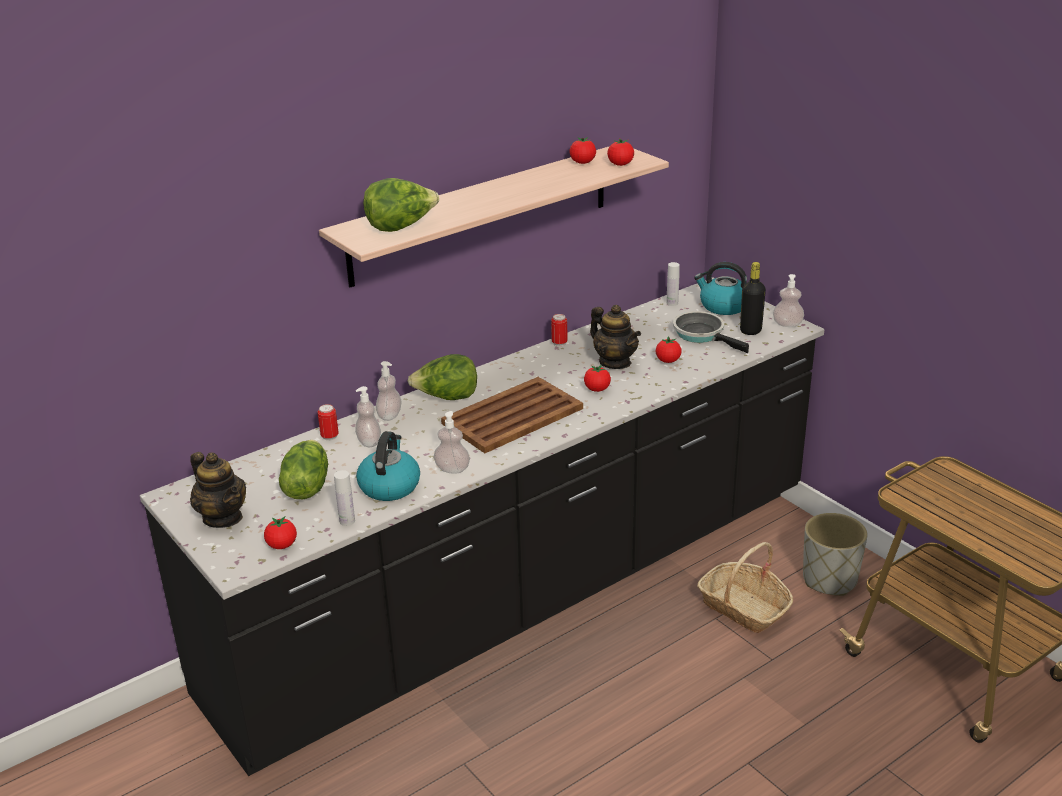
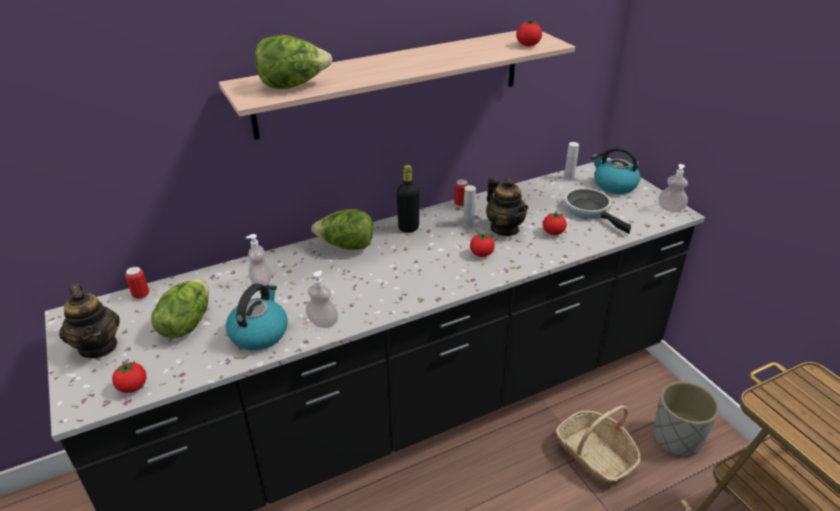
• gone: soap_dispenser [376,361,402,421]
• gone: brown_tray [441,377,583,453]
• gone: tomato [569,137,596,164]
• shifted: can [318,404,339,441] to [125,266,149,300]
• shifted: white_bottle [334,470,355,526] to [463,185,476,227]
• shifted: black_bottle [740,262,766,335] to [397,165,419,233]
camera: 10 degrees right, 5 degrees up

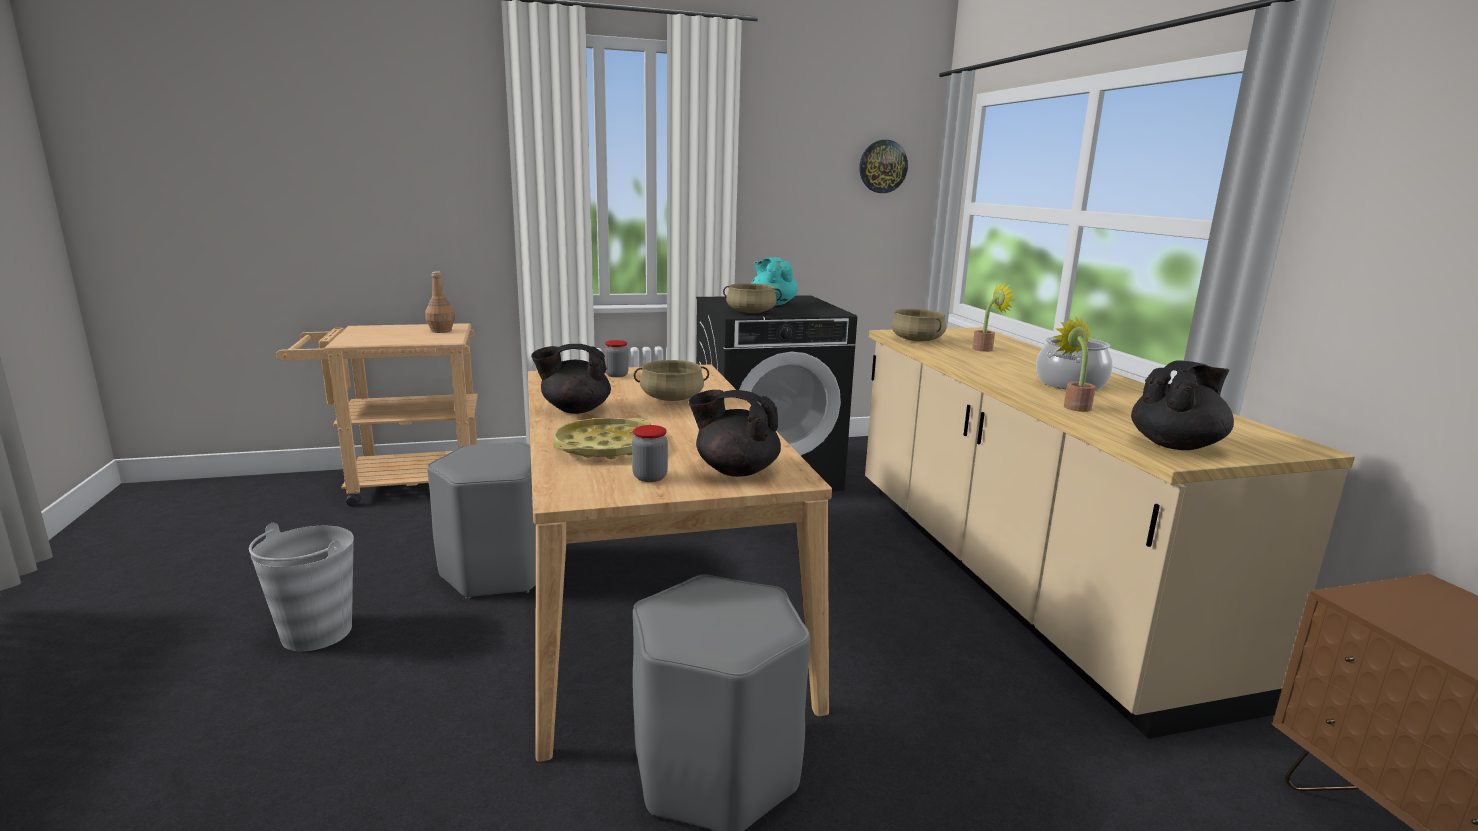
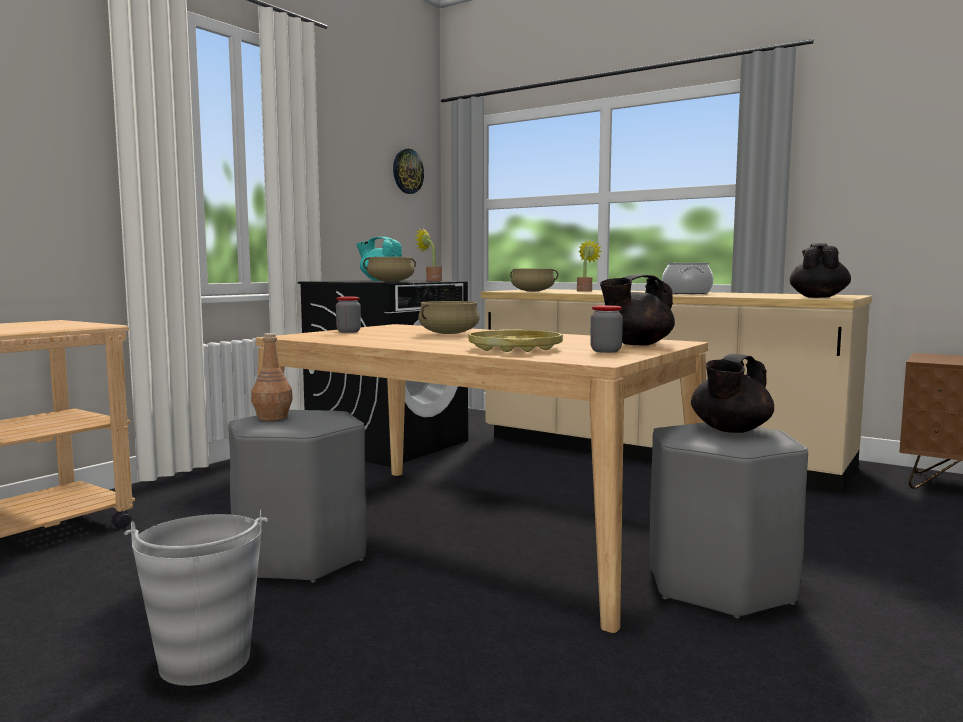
• shifted: brown_bottle [425,271,455,333] to [251,333,293,421]
• shifted: black_teapot [531,344,611,414] to [691,354,774,433]
• shifted: potted_plant [1053,317,1096,412] to [415,229,442,281]
camera: 40 degrees left, 10 degrees down

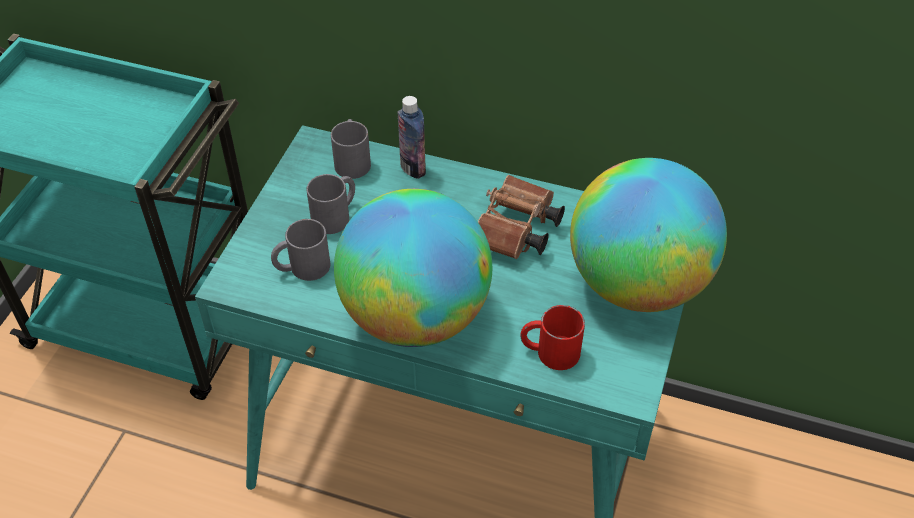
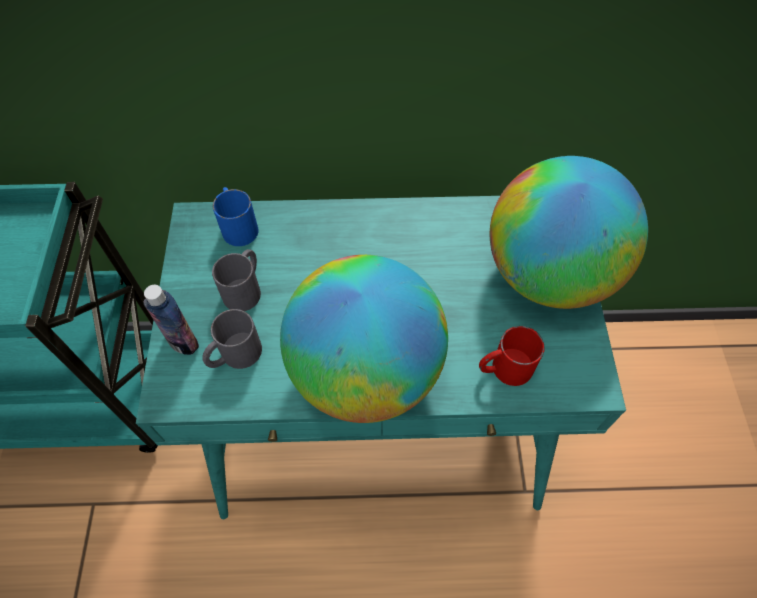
• gone: brown_binoculars [478,175,565,259]
• shifted: bottle [397,96,426,179] to [143,285,199,355]
• repainted: grey_mug [331,119,371,179] to blue_mug [213,187,258,246]
camera: 20 degrees left, 10 degrees up

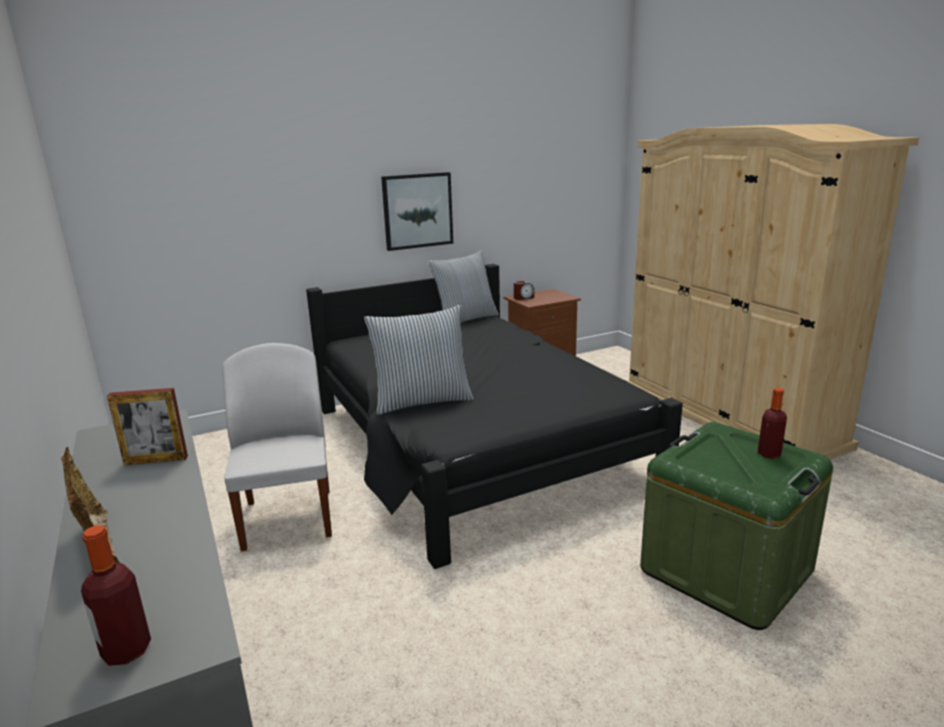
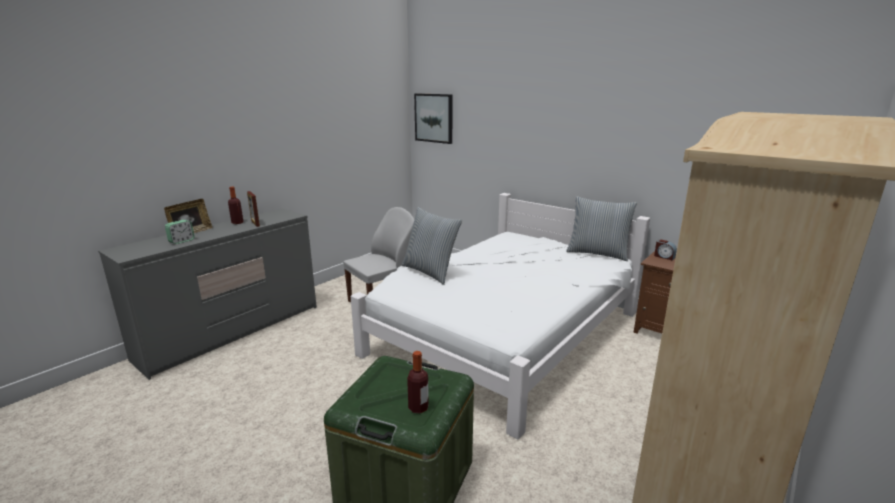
• new: alarm_clock [165,220,195,244]
• shifted: bottle [81,525,151,666] to [228,187,243,224]
• shifted: picture [381,172,453,251] to [414,93,452,144]
• repainted: black_bed [306,264,683,569] to white_bed [351,193,650,439]
camera: 65 degrees right, 0 degrees up

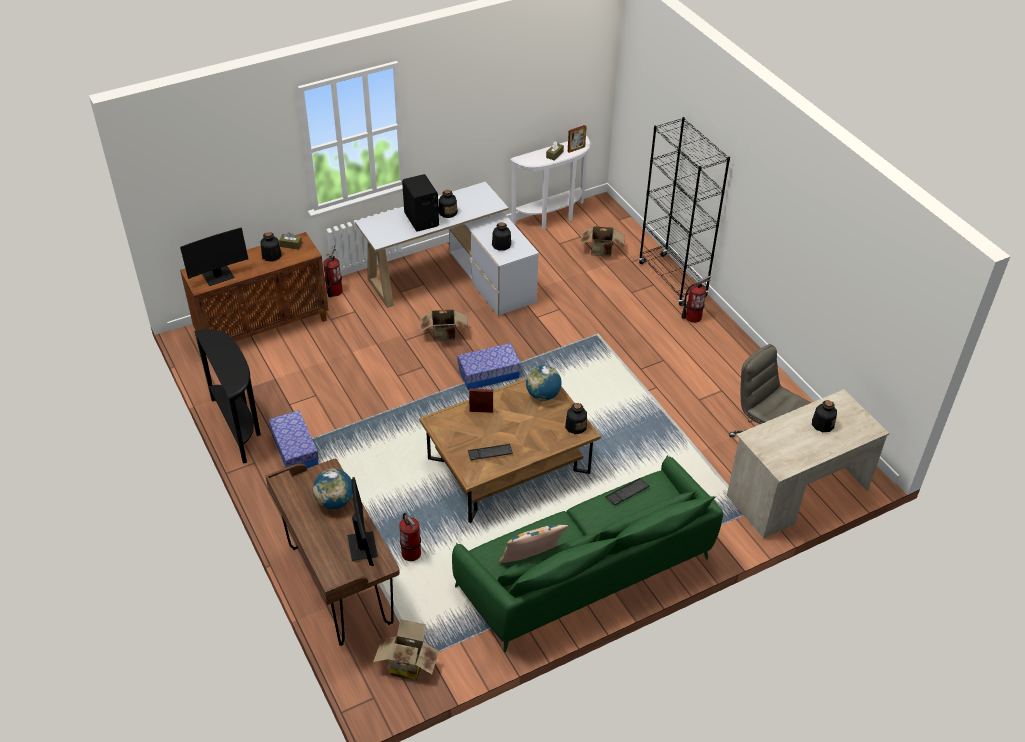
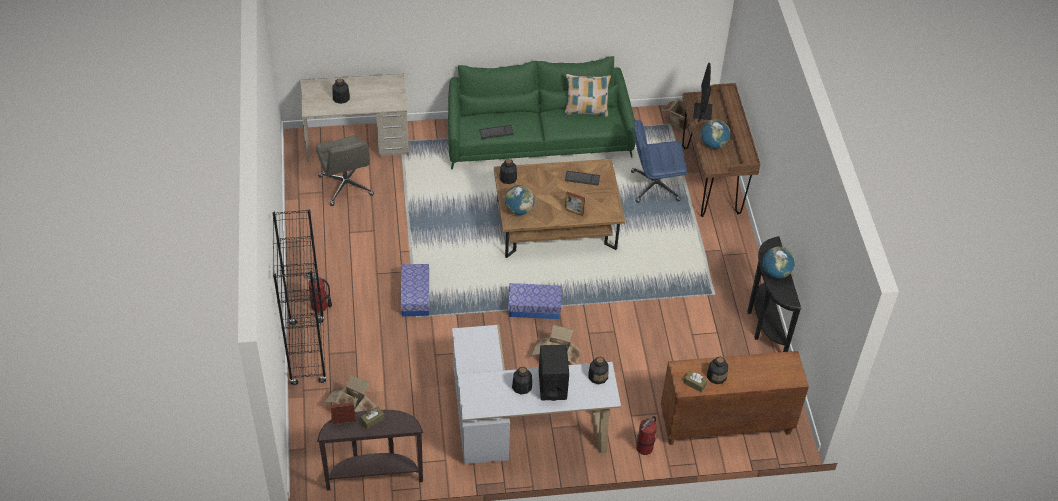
• gone: monitor [180,228,248,286]
• new: globe [763,247,795,279]
• shifted: storage_box [268,410,319,468] to [401,264,430,316]
• shifted: bottle [492,222,511,251] to [588,357,609,384]
• swapped: fire_extinguisher [399,513,421,561] to blue_office_chair [631,120,687,203]
• repainted: white_console_table [510,136,591,230] to brown_console_table [317,410,423,491]
camera: 160 degrees left, 5 degrees up

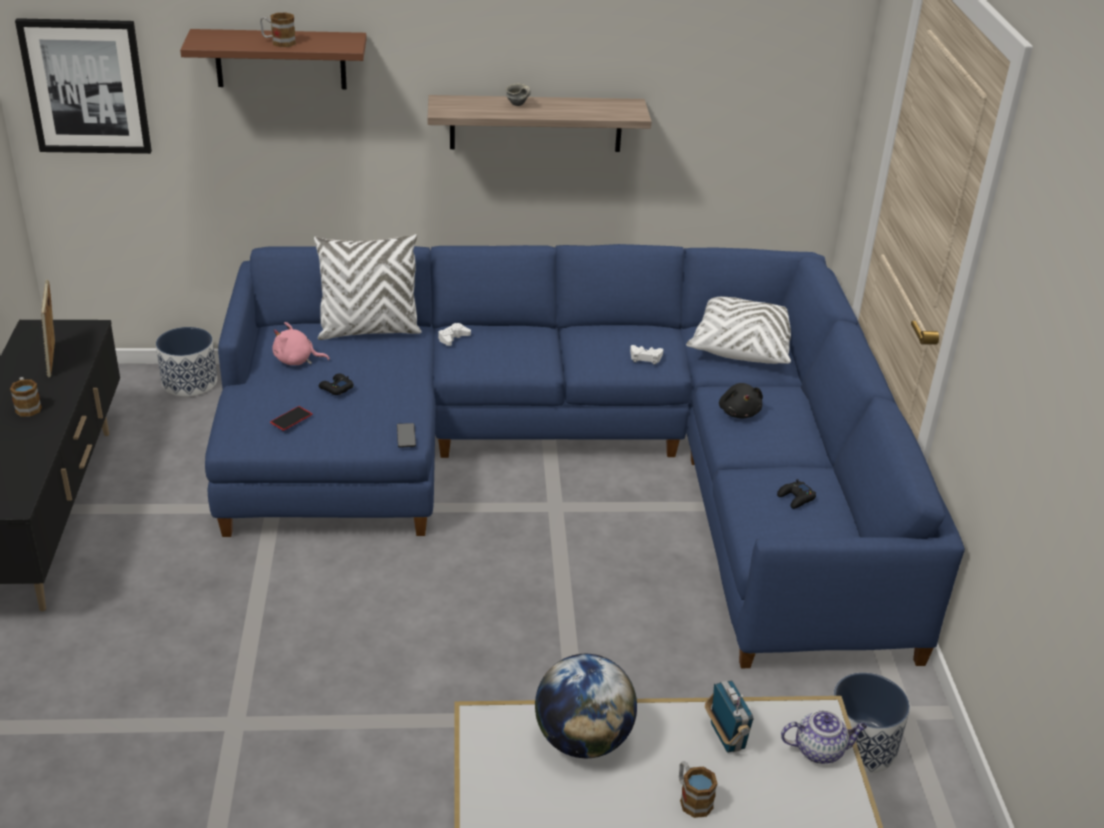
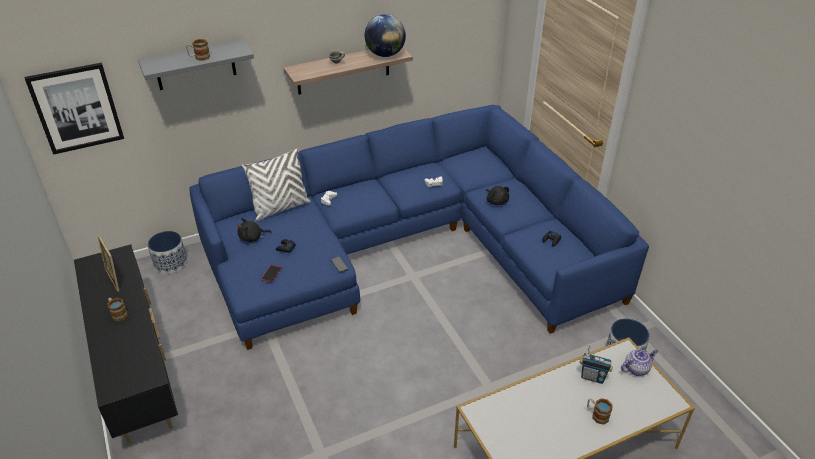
• gone: white_pillow [686,297,791,364]
• shifted: globe [535,654,637,758] to [365,14,406,57]
• repainted: brown_shelf [180,29,367,89] to grey_shelf [138,40,254,90]
• repainted: pink_plush_toy [273,322,330,365] to black_plush_toy [237,218,272,242]
• rotated: radio [705,680,753,753] = [579,344,613,384] 150 degrees clockwise
camera: 20 degrees left, 5 degrees up

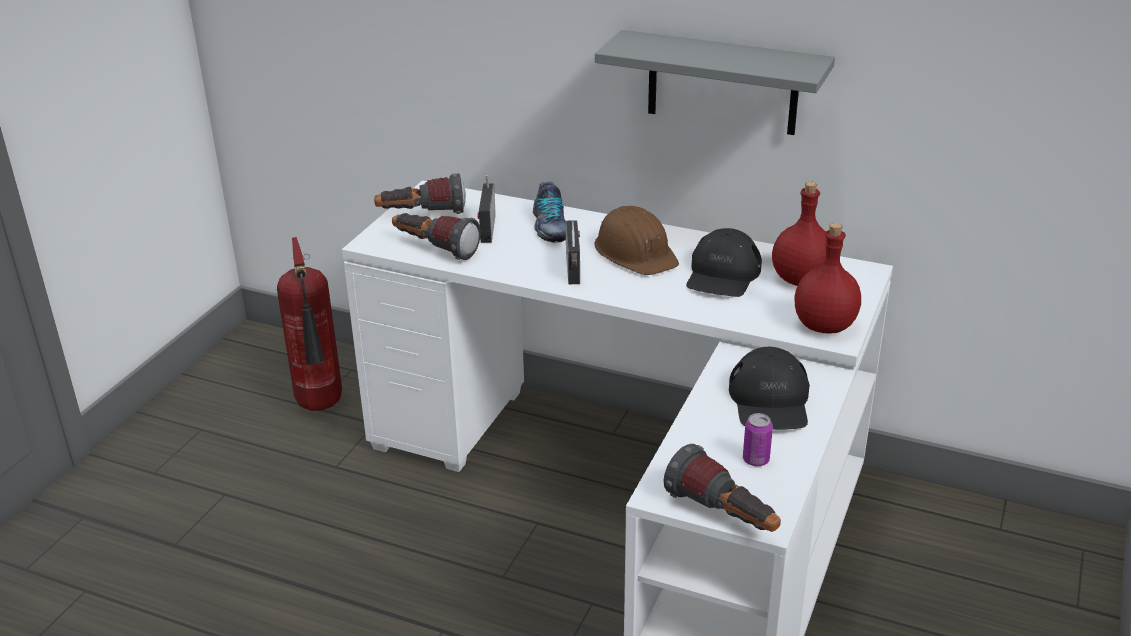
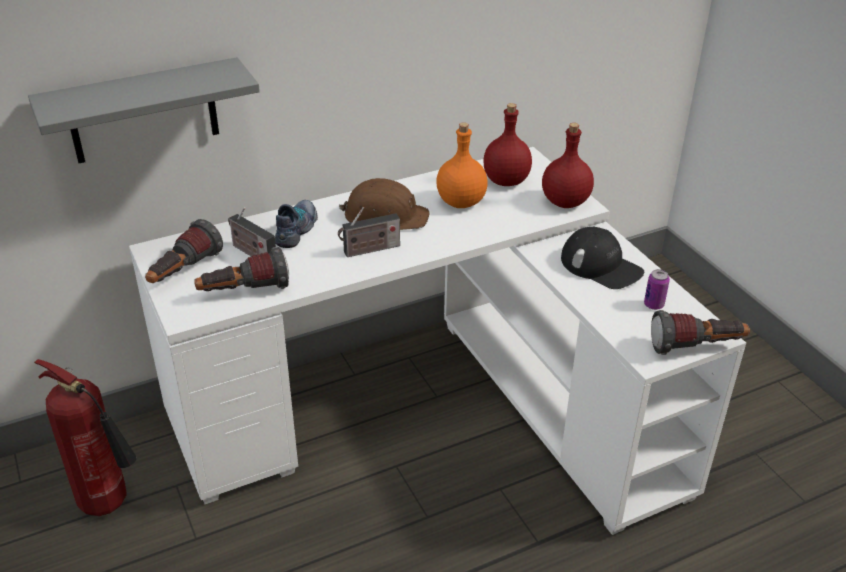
• shifted: grey_shelf [595,30,835,135] to [28,57,260,163]
• swapped: black_cap [686,228,762,297] to orange_bottle [436,122,488,208]
• rotated: shoe [533,181,566,243] = [275,200,318,248] 105 degrees counterclockwise
• rotated: radio [566,220,580,284] = [338,207,400,257] 120 degrees clockwise
camera: 50 degrees left, 5 degrees up

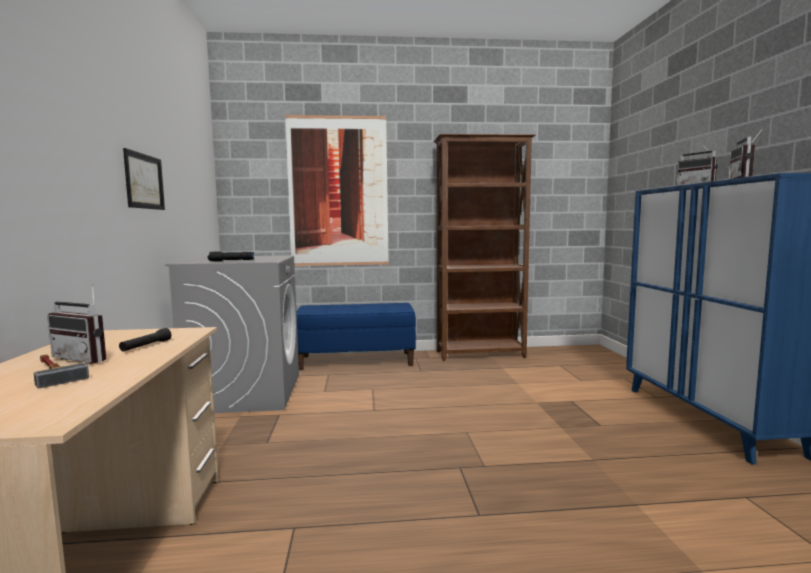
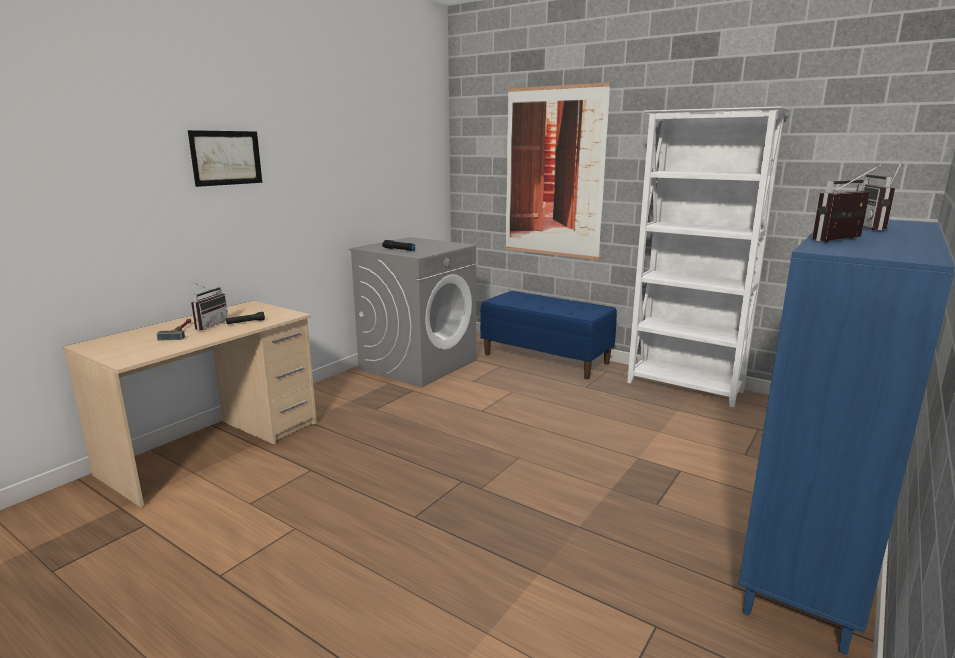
• shifted: picture [123,148,165,210] to [188,130,262,187]
• repainted: brown_bookcase [433,134,536,361] to white_bookcase [627,106,790,407]
• rotated: radio [47,284,106,364] = [191,282,228,330] 135 degrees counterclockwise
camera: 40 degrees right, 10 degrees up

